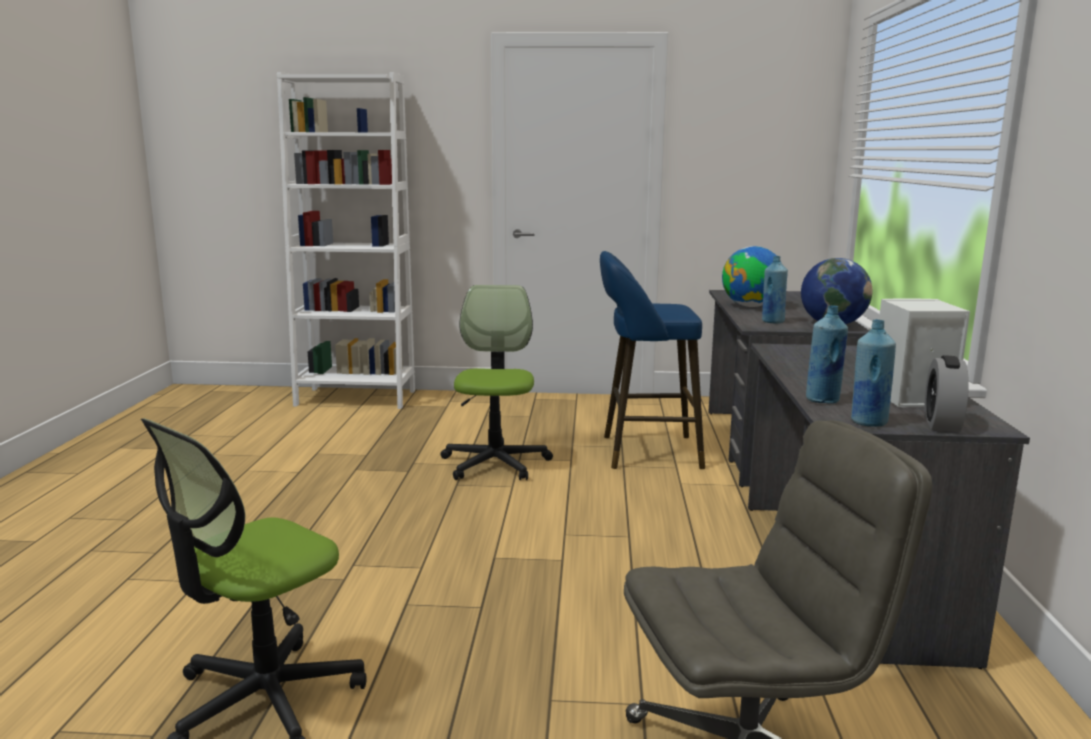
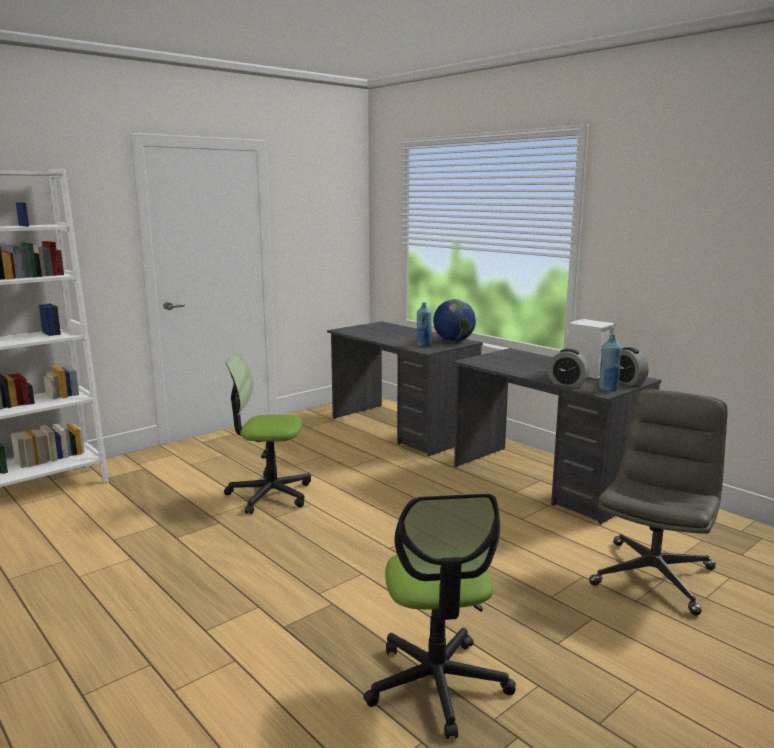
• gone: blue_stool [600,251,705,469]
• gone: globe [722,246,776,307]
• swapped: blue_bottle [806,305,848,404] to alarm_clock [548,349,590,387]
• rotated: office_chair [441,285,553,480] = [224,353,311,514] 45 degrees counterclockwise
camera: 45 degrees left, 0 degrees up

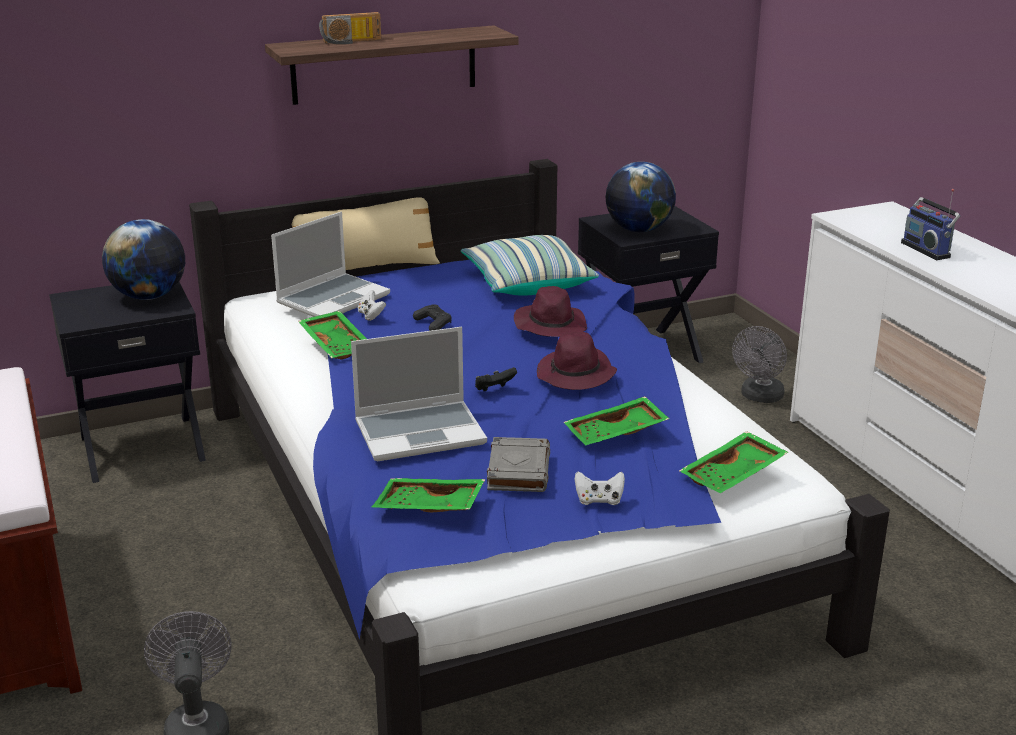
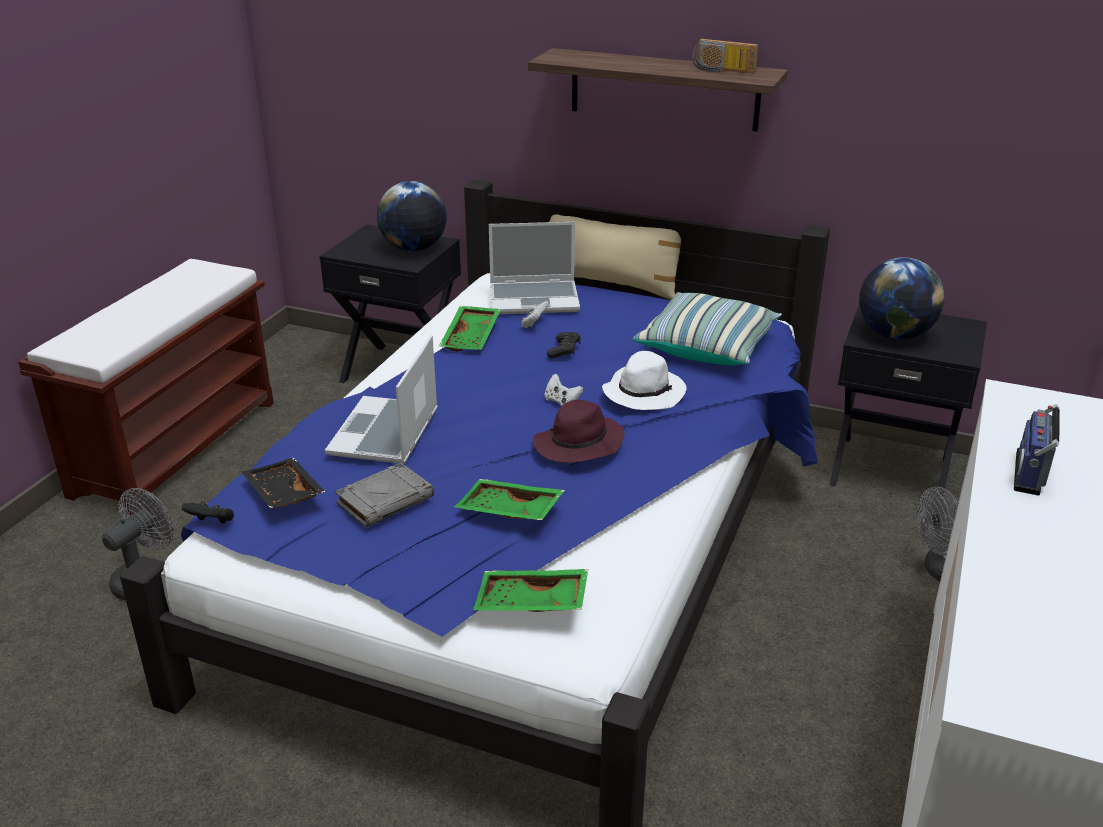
• shifted: radio [319,12,381,45] to [692,39,758,74]
• shifted: black_game_controller [475,367,517,392] to [182,501,234,524]
• shifted: white_game_controller [575,471,625,505] to [545,374,584,406]
• repainted: green_tray [372,478,485,512] to black_tray [241,458,325,508]
• repainted: purple_hat [514,286,587,337] to white_hat [602,351,687,410]
• rotated: laptop [351,327,487,461] = [325,335,438,464] 75 degrees clockwise
camera: 45 degrees right, 5 degrees up

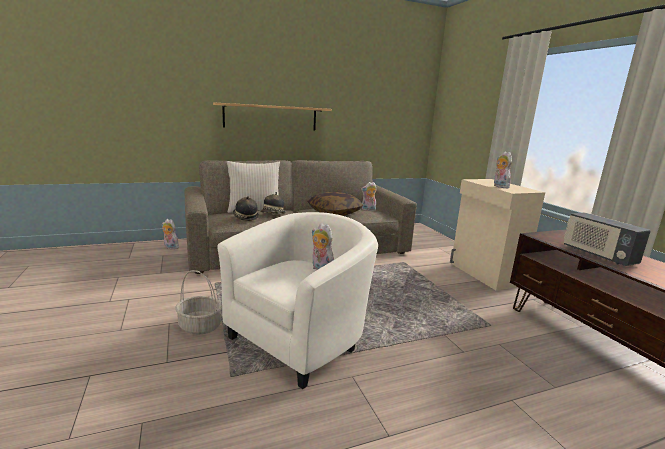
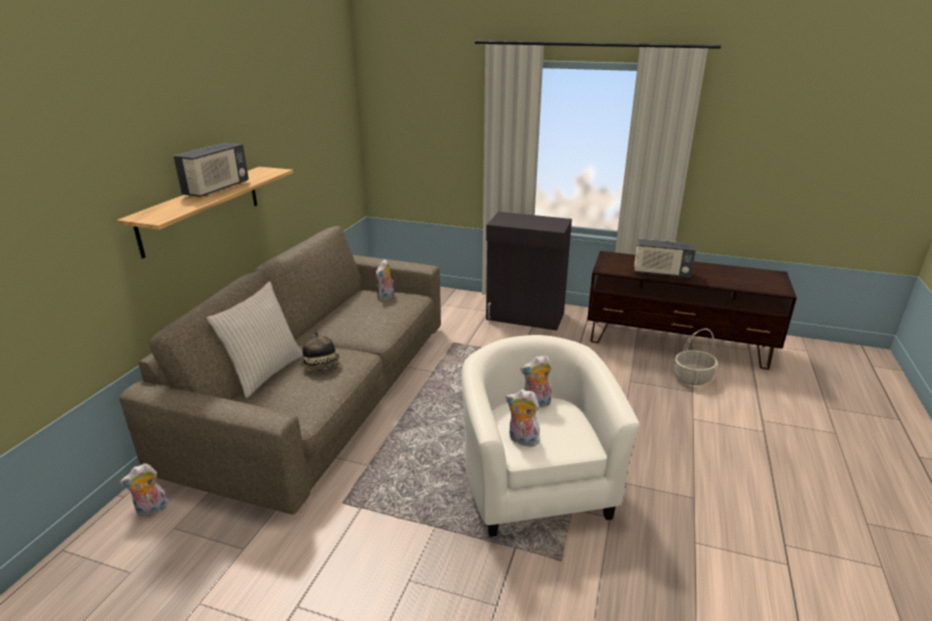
• gone: hat [233,196,259,221]
• gone: pillow [308,192,363,216]
• new: radio [174,143,249,197]
• shifted: basket [175,270,222,335] to [674,329,718,385]
• shifted: plush_toy [493,151,512,188] to [506,389,540,447]
• repainted: beige_cabinet [450,179,545,291] to black_cabinet [486,212,572,331]
camera: 50 degrees left, 10 degrees up

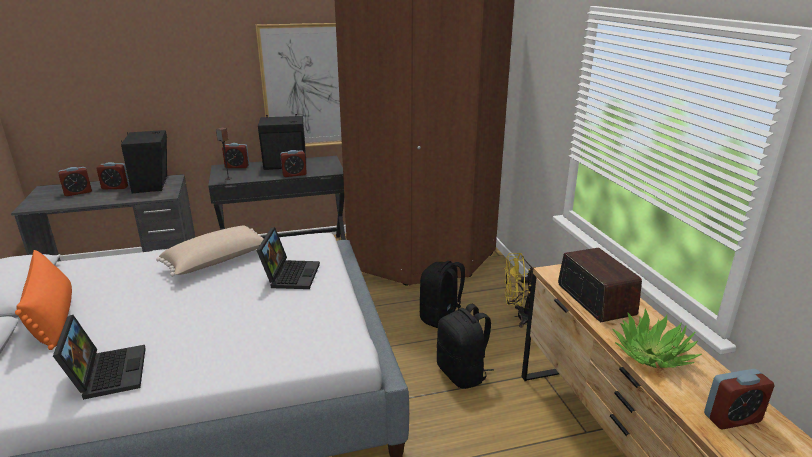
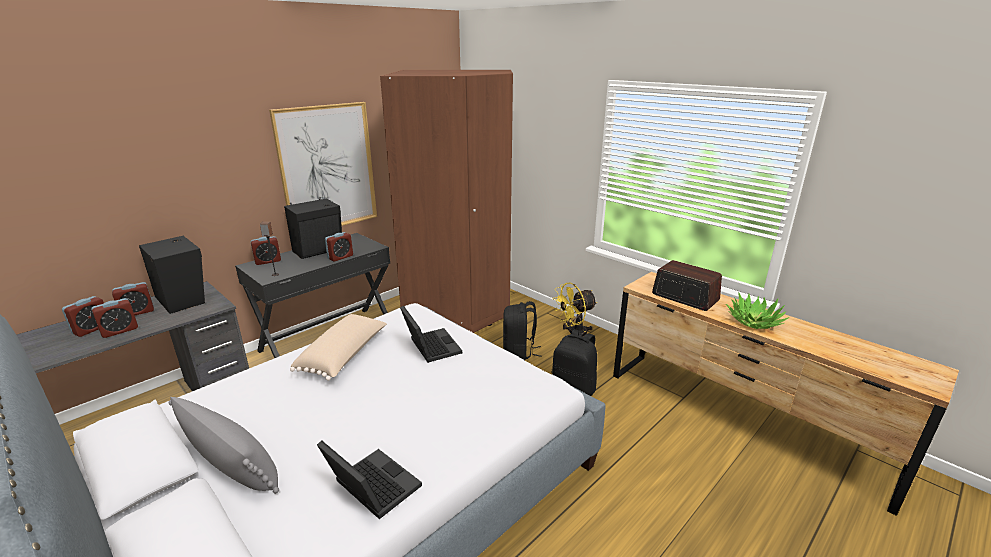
• shifted: alarm_clock [704,369,775,430] to [91,298,138,338]
• repainted: orange_pillow [15,250,72,350] to grey_pillow [168,397,279,494]
camera: 30 degrees left, 0 degrees up

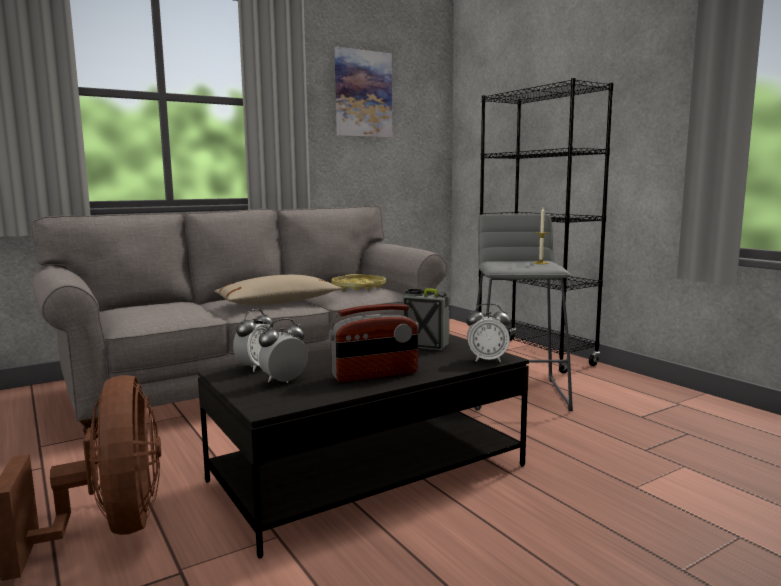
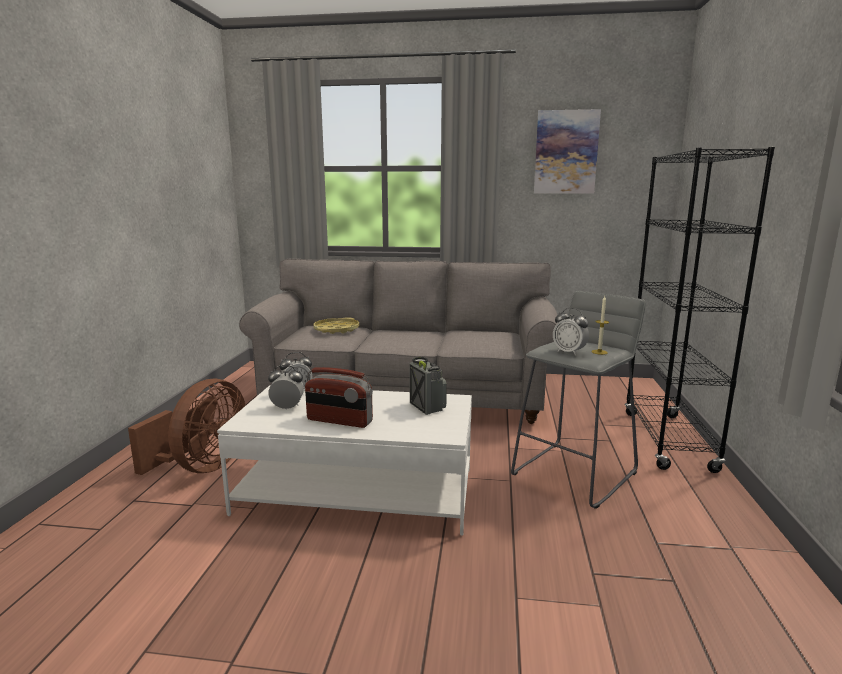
• gone: beige_pillow [214,275,342,305]
• shifted: yellow_tray [332,274,386,290] to [313,317,359,334]
• shifted: alarm_clock [466,303,511,362] to [553,308,589,355]
• repainted: black_coffee_table [197,334,529,558] to white_coffee_table [217,385,472,536]
camera: 40 degrees right, 5 degrees up

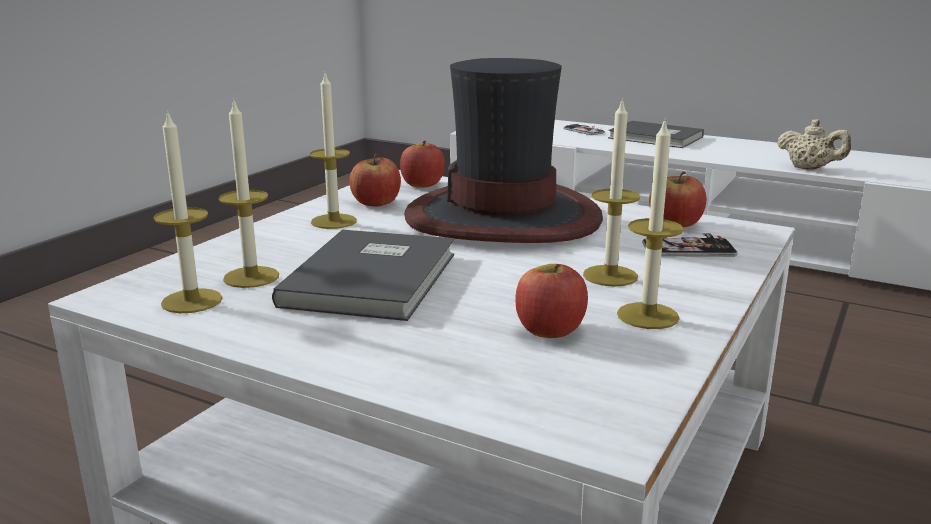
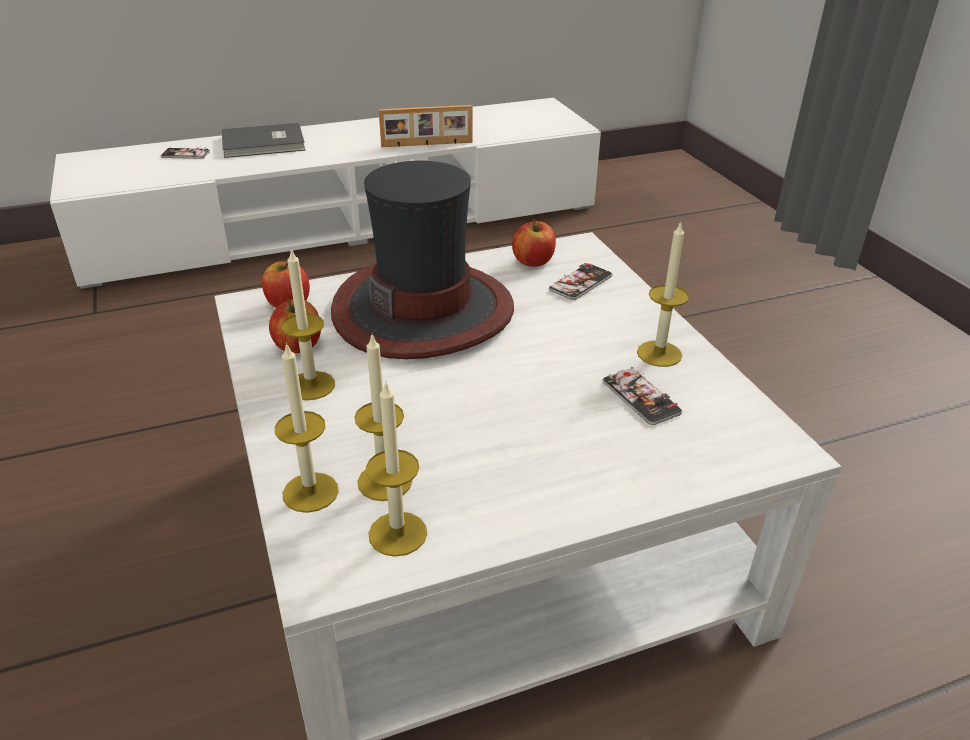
• gone: grey_book [272,230,454,321]
• shifted: candle [583,98,640,287] to [275,342,339,513]
• swapped: apple [516,264,588,338] to phone [603,367,682,425]
• swapped: beige_teapot [777,119,851,170] to picture_frame [379,105,472,147]
camera: 50 degrees left, 15 degrees up

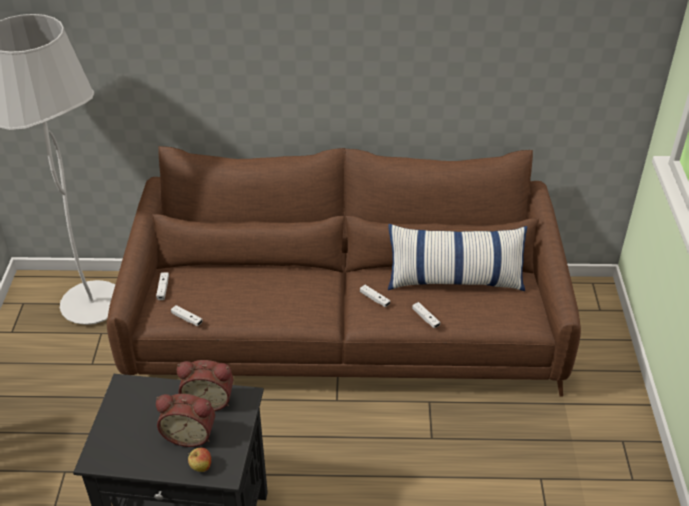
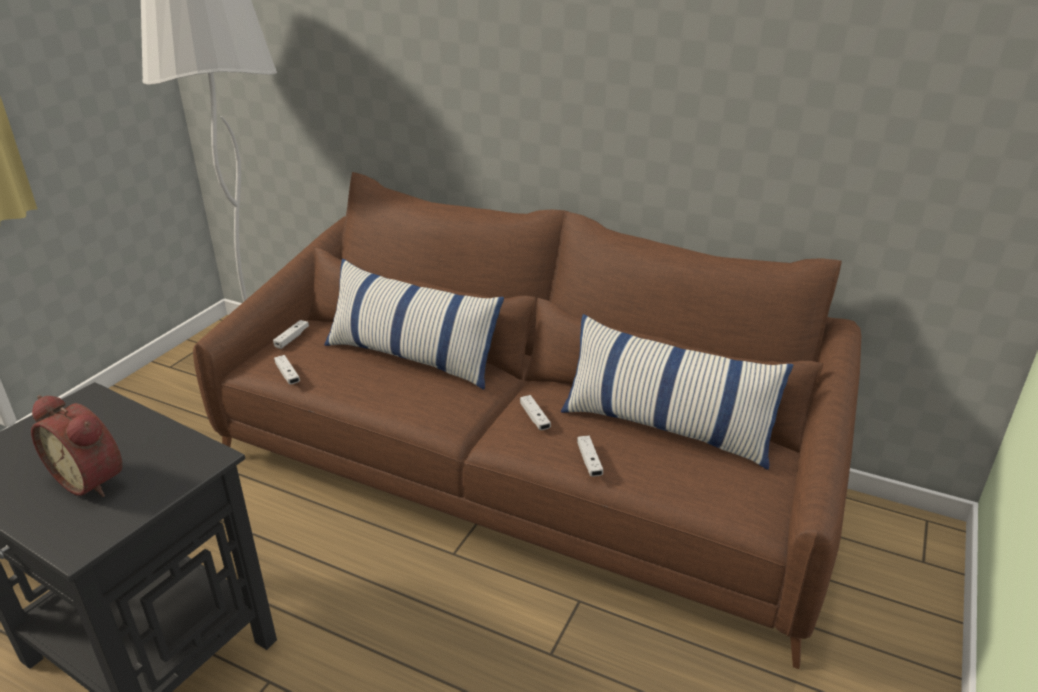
• gone: alarm_clock [177,360,234,411]
• gone: apple [188,447,211,472]
• new: pillow [324,259,504,390]
camera: 25 degrees right, 10 degrees down

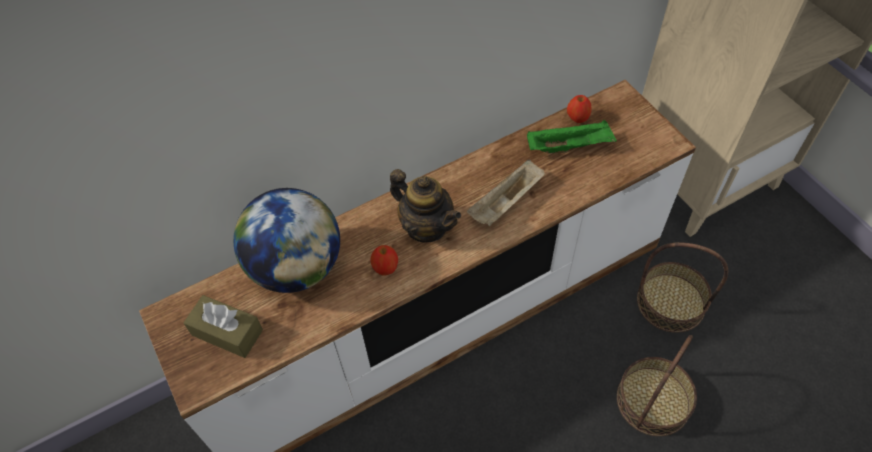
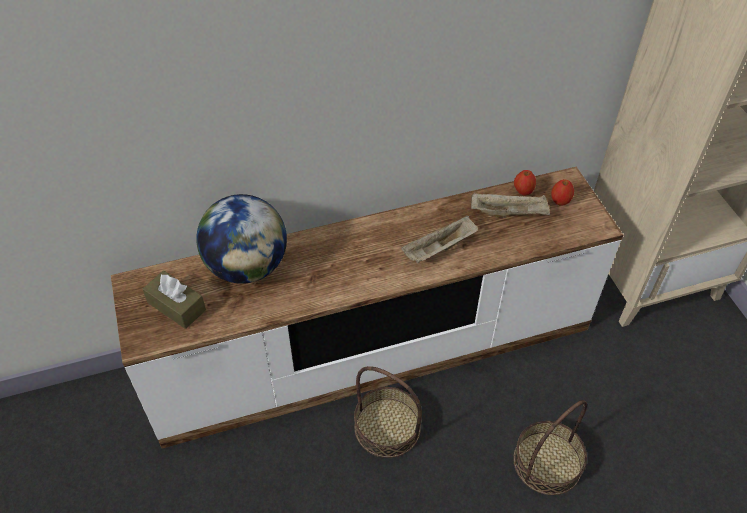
• gone: teapot [390,169,461,243]
• shifted: apple [370,245,398,276] to [551,179,574,206]
• shifted: basket [637,243,728,333] to [354,366,422,458]
• repainted: green_tray [527,120,617,153] to beige_tray [471,193,550,218]
camera: 10 degrees right, 5 degrees down

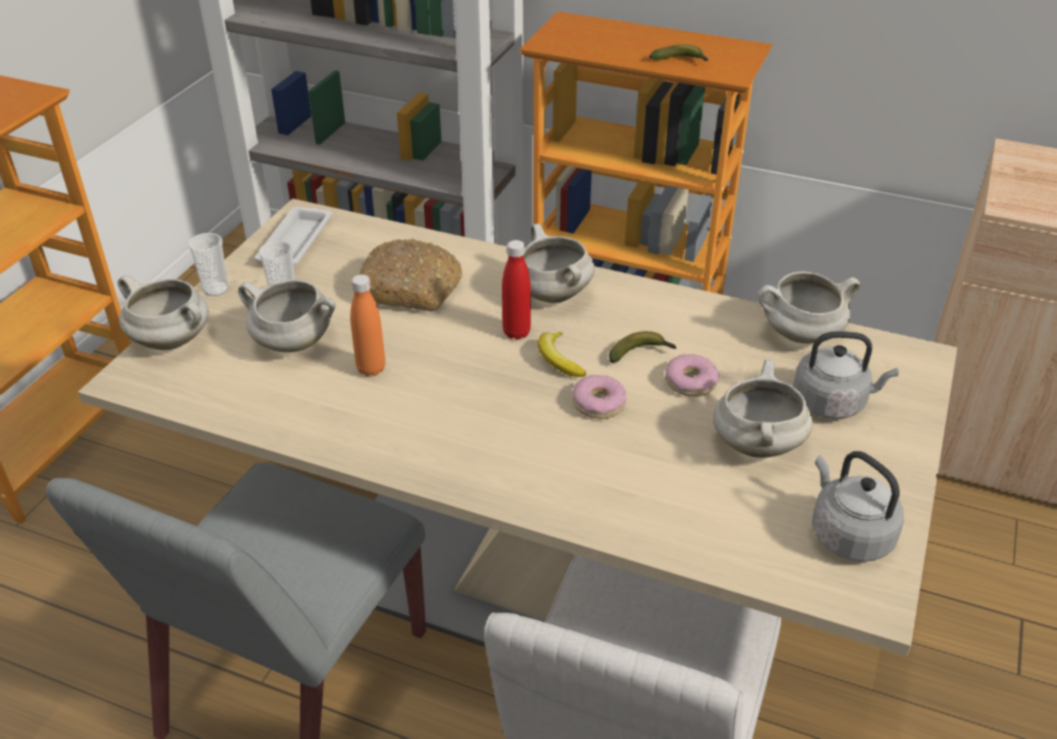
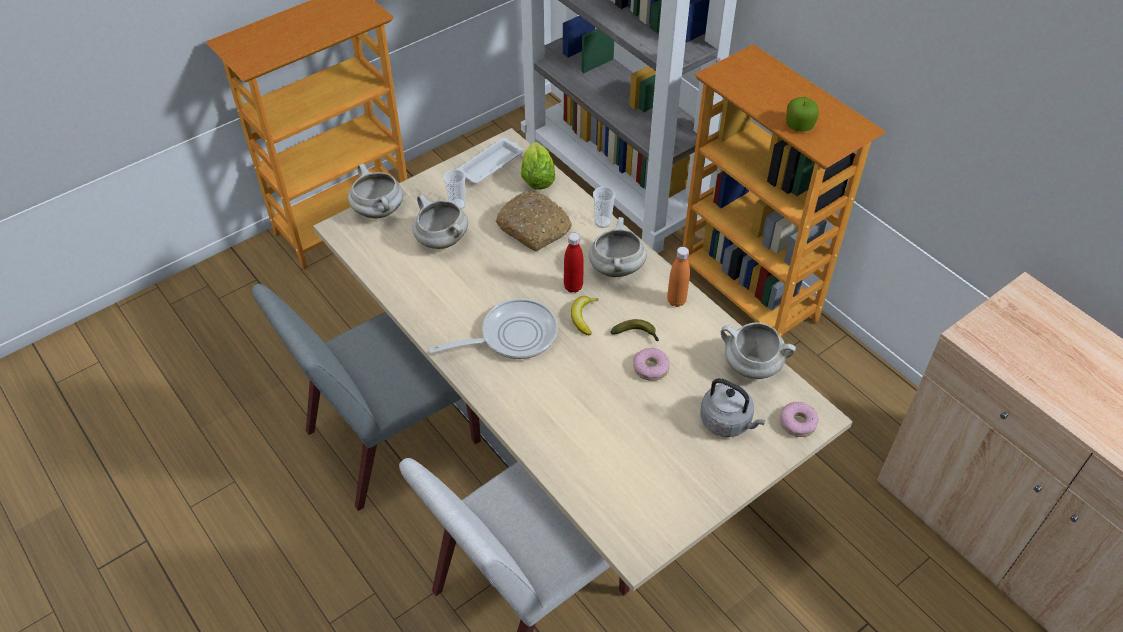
• gone: white_cooking_pot [713,359,813,458]
• gone: grey_kettle [812,451,904,562]
• new: frying_pan [428,299,558,359]
• new: lettuce [521,142,555,190]
• shifted: cup [188,233,229,296] to [593,186,615,228]
• shifted: orange_bottle [350,274,385,376] to [667,247,690,307]
• shifted: donut [572,375,626,419] to [780,402,819,437]
• swapped: banana [649,44,708,61] to apple [786,97,819,132]
camera: 30 degrees right, 10 degrees up

